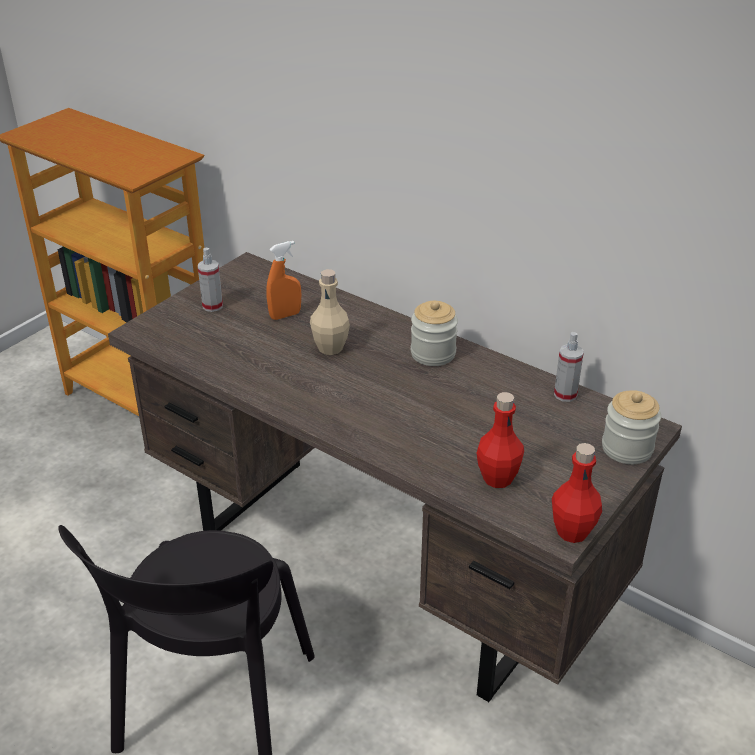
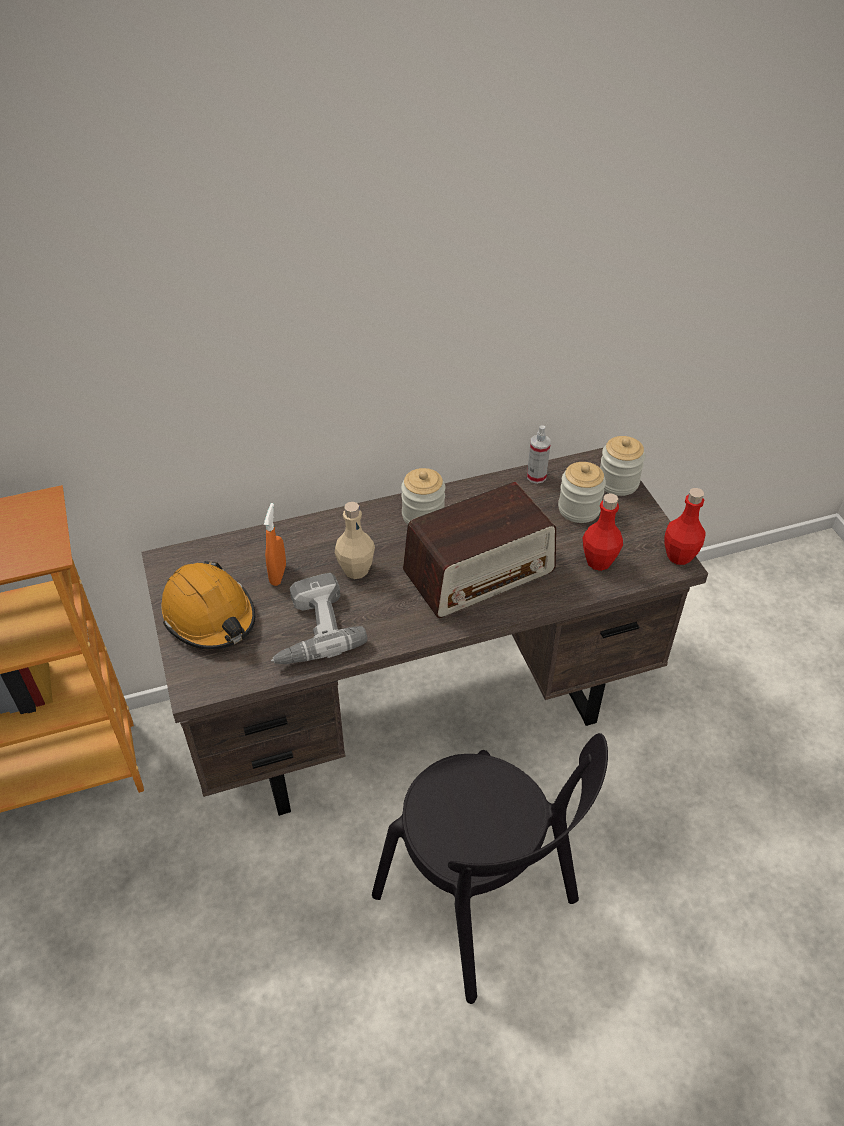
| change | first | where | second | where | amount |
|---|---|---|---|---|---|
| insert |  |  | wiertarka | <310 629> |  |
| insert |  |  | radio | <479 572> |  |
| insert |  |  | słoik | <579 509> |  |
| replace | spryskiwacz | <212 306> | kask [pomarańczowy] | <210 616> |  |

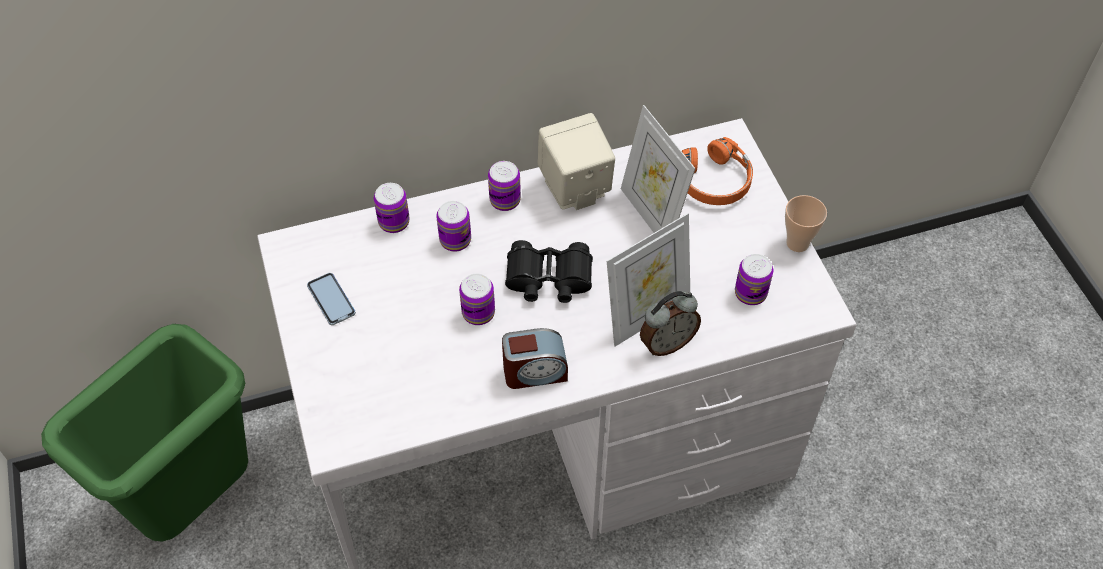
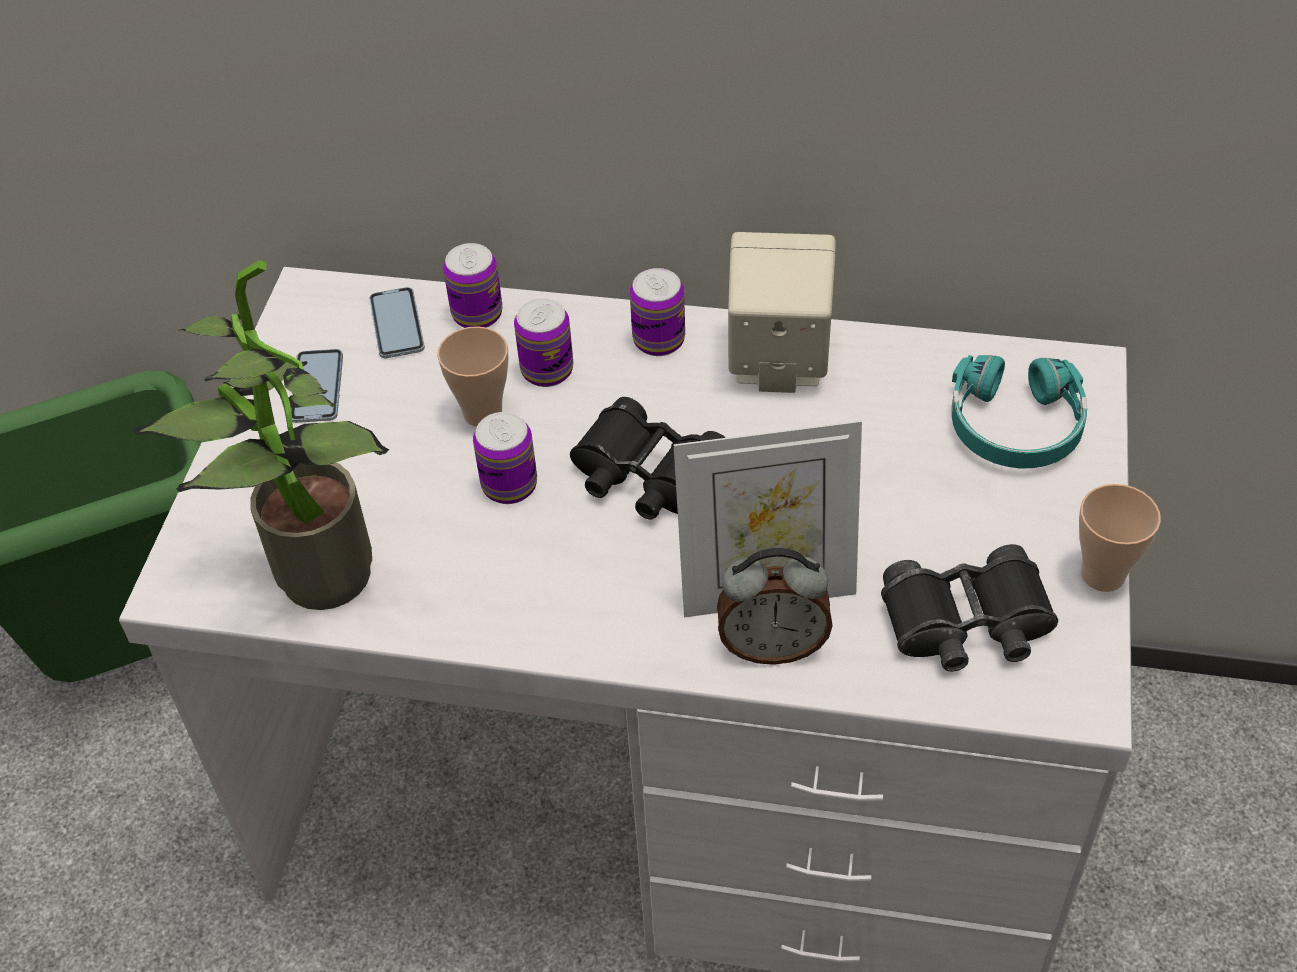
| change | first | where | second | where | amount |
|---|---|---|---|---|---|
| delete | budzik | <535 372> |  |  |  |
| delete | ramka na zdjęcie | <652 215> |  |  |  |
| insert |  |  | roślina doniczkowa | <312 582> |  |
| insert |  |  | telefon | <397 324> |  |
| insert |  |  | filiżanka | <482 413> |  |
| replace | puszka | <750 293> | lornetka [czarny] | <967 623> |  |
| recolor | słuchawki [pomarańczowy] | <714 181> | słuchawki [turkusowy] | <1015 426> |  |

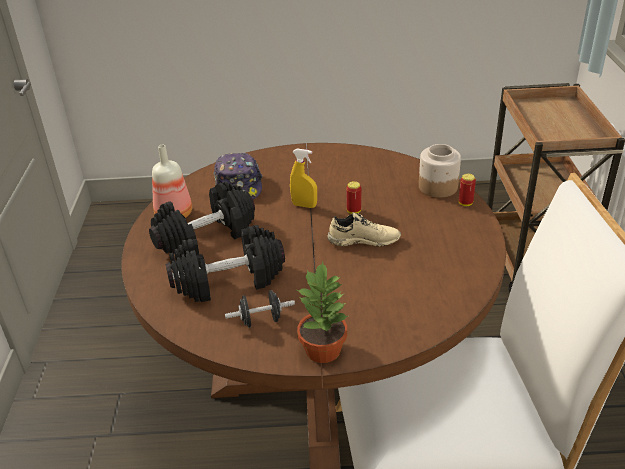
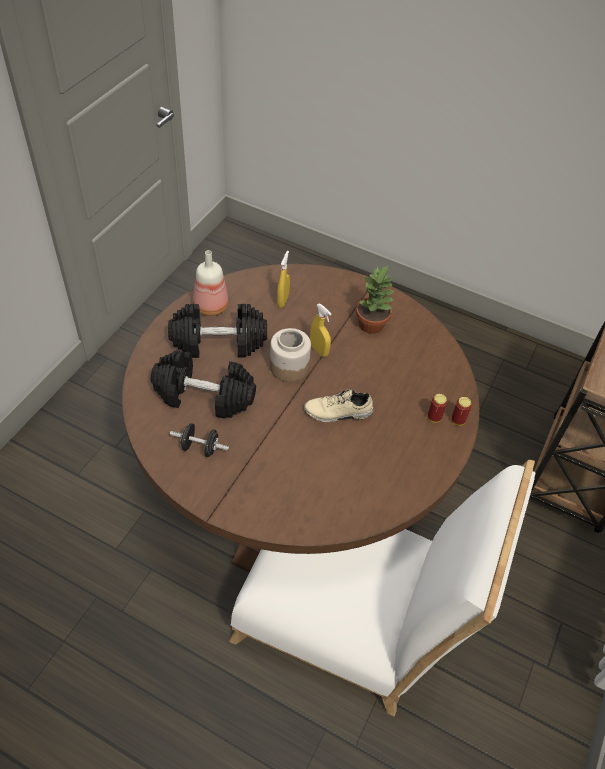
| change | first | where | second | where | amount |
|---|---|---|---|---|---|
| move | roślina doniczkowa | <324 350> |  | <372 324> |  |
| move | puszka | <353 211> |  | <434 417> |  |
| move | słoik | <437 187> |  | <288 367> |  |
| replace | czapka z daszkiem | <239 185> | spryskiwacz [żółty] | <283 301> |  |
| rotate | but [beżowy] | <364 240> |  | <338 413> | 150 degrees clockwise |

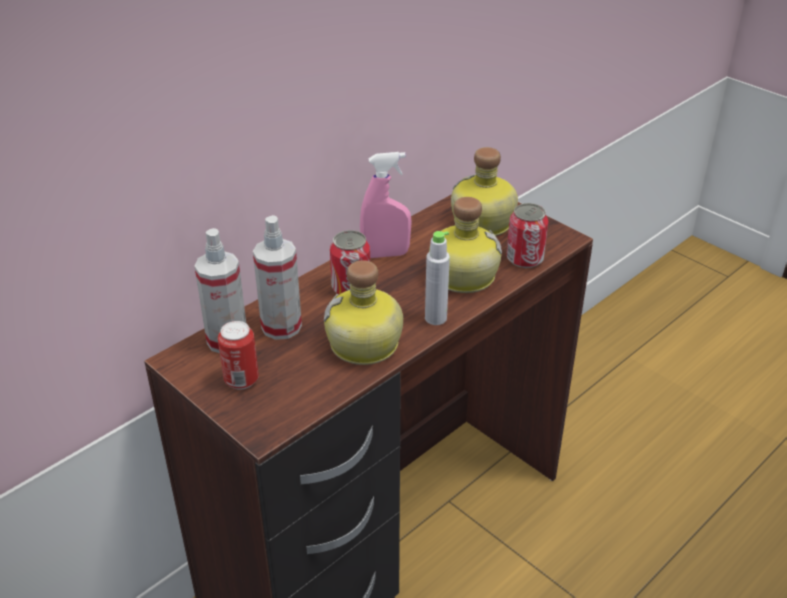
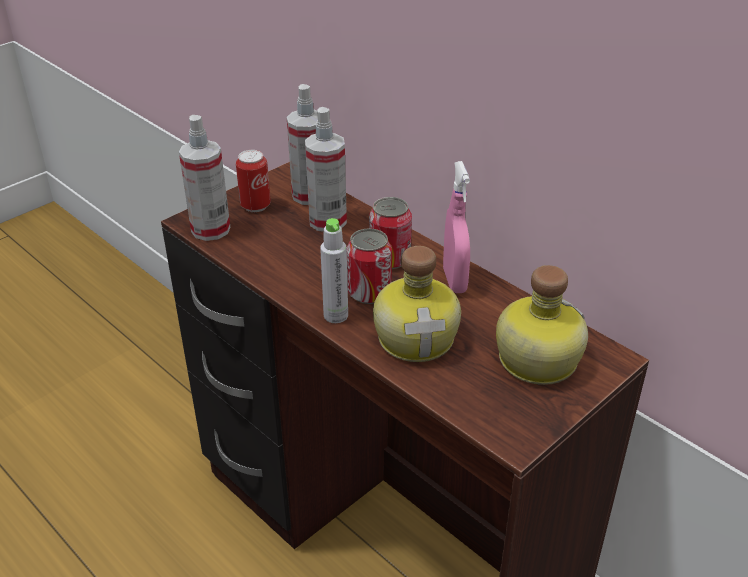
| change | first | where | second | where | amount |
|---|---|---|---|---|---|
| delete | butelka | <365 345> |  |  |  |
| insert |  |  | spryskiwacz | <210 229> |  |
| move | puszka | <524 259> |  | <369 292> |  |

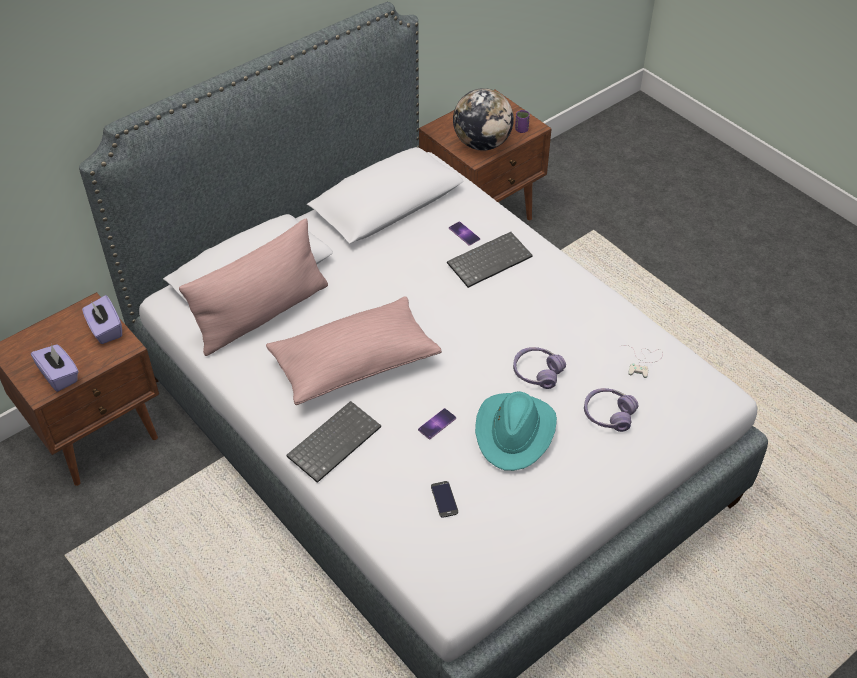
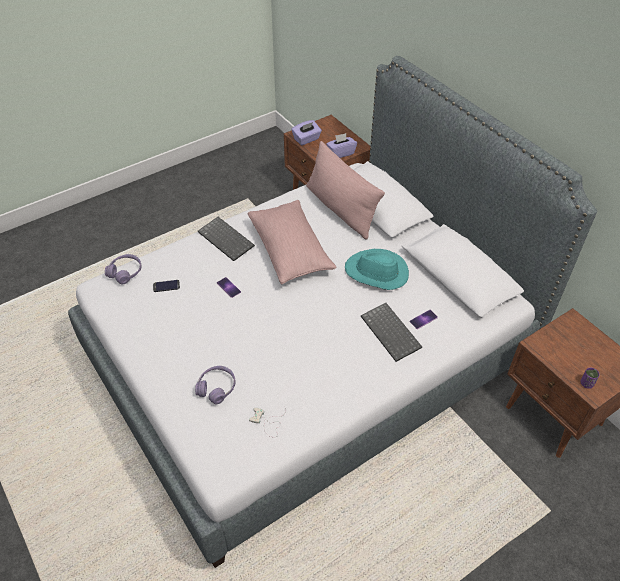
| change | first | where | second | where | amount |
|---|---|---|---|---|---|
| delete | globus | <482 143> |  |  |  |
| move | kapelusz [turkusowy] | <515 432> |  | <376 272> |  |
| move | słuchawki [fioletowy] | <537 372> |  | <125 272> |  |

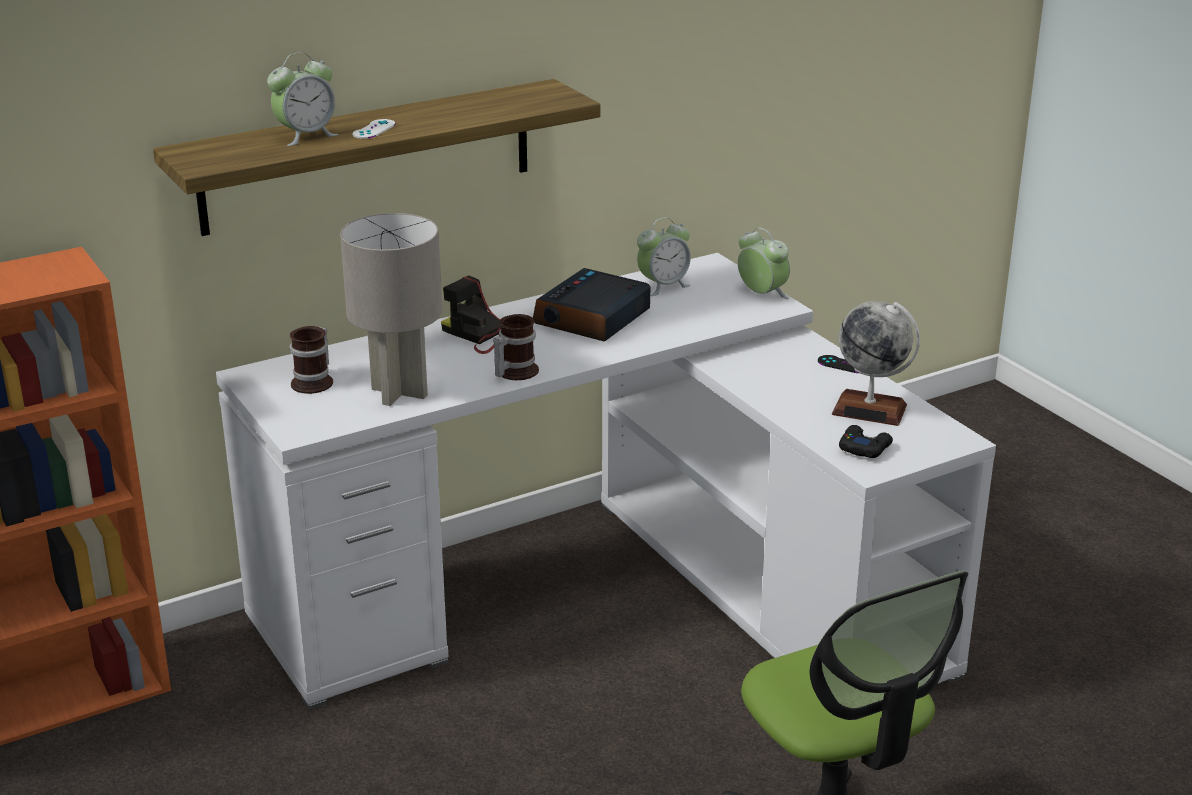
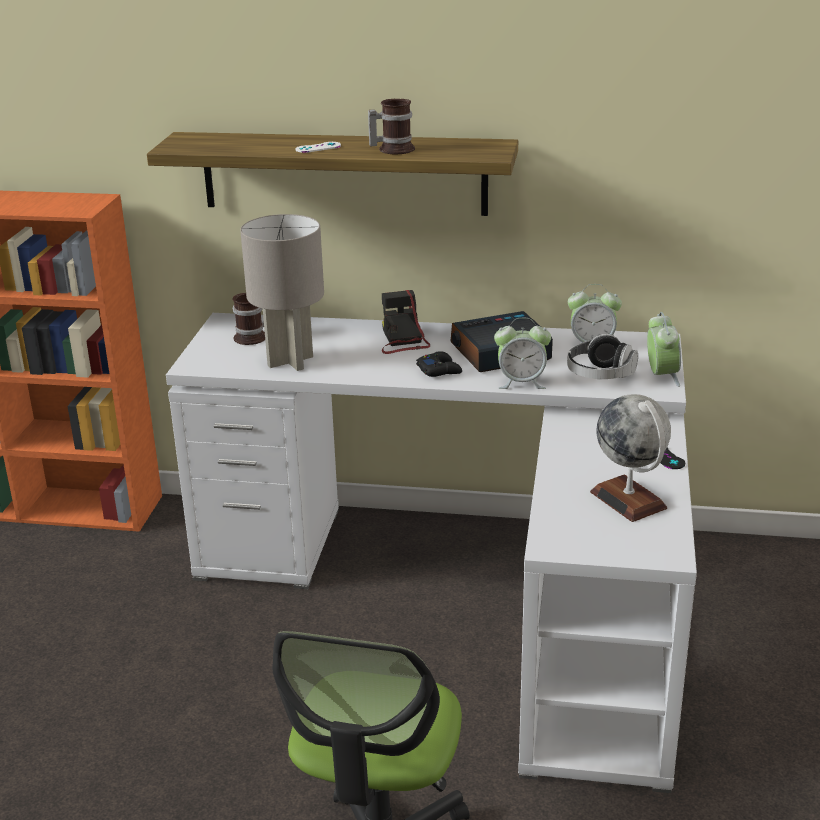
| change | first | where | second | where | amount |
|---|---|---|---|---|---|
| insert |  |  | słuchawki | <600 375> |  |
| move | budzik | <306 136> |  | <521 382> |  |
| move | kubek | <513 372> |  | <392 149> |  |
| move | pad do gier [czarny] | <864 448> |  | <439 370> |  |

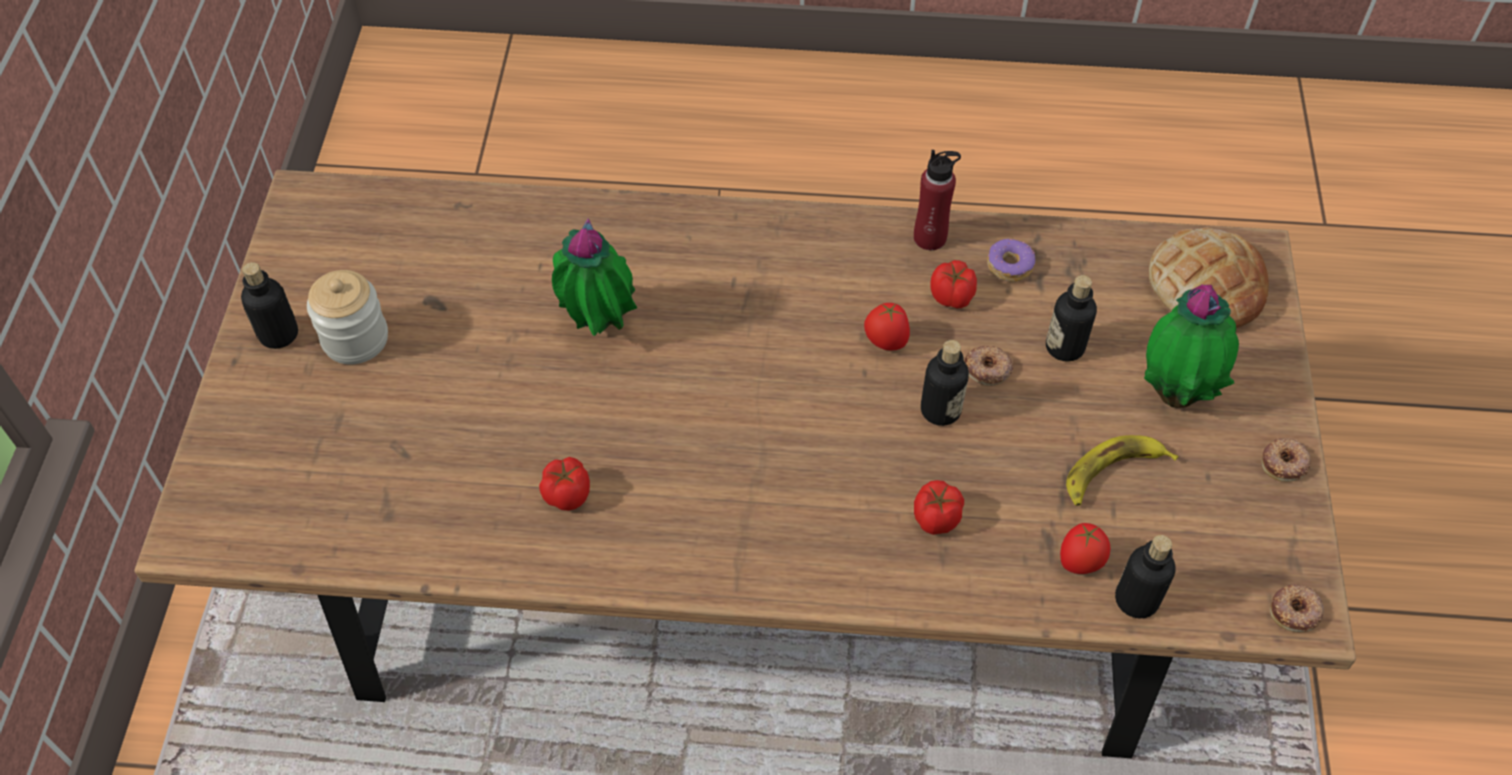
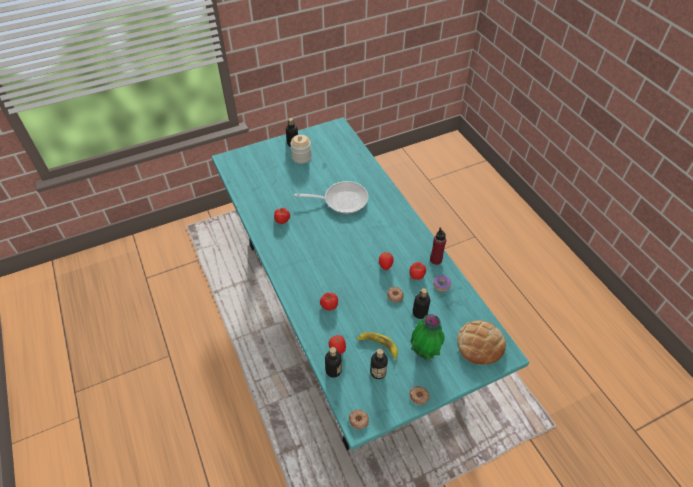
| change | first | where | second | where | amount |
|---|---|---|---|---|---|
| move | butelka | <940 410> |  | <378 372> |  |
| replace | roślina doniczkowa | <598 325> | patelnia | <341 200> |  |
| recolor | stół jadalny [brązowy] | <755 569> | stół jadalny [turkusowy] | <346 313> |  |

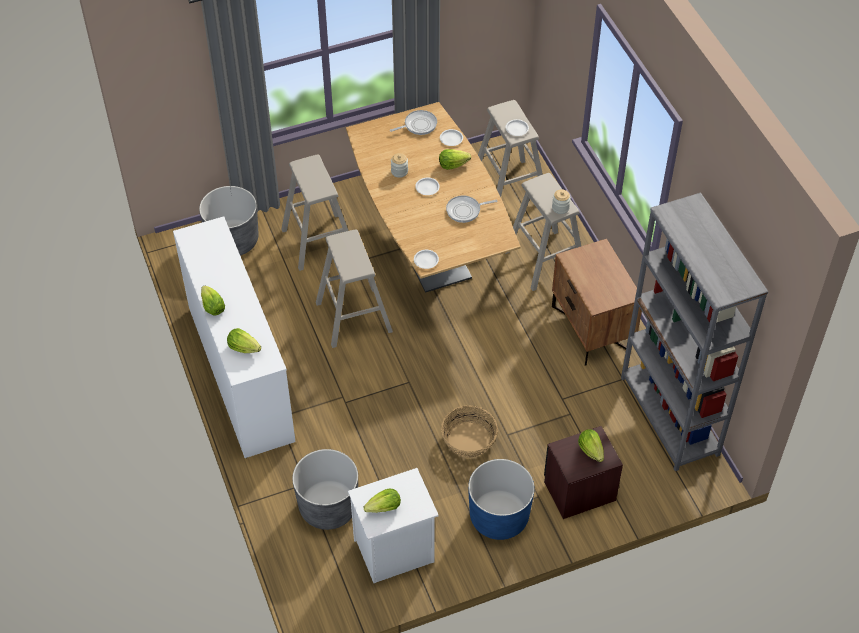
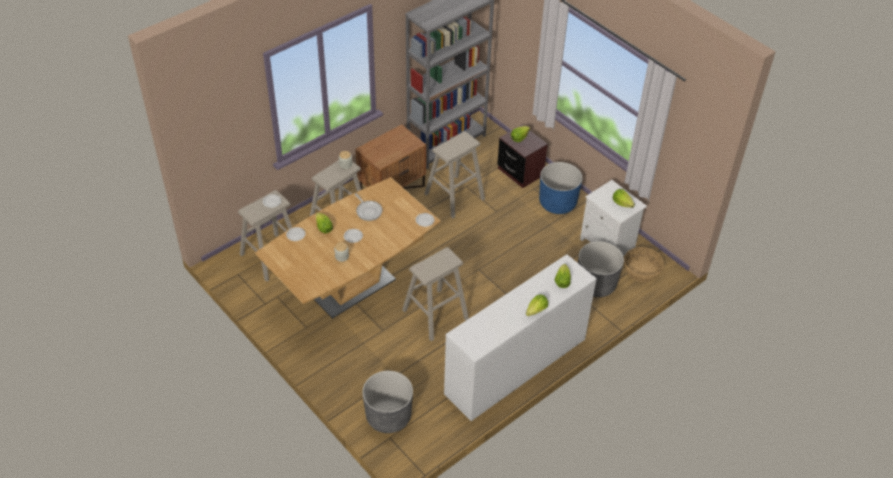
| change | first | where | second | where | amount |
|---|---|---|---|---|---|
| delete | patelnia | <418 125> |  |  |  |
| move | stołek [beżowy] | <318 241> |  | <454 196> |  |
| move | koszyk | <468 440> |  | <642 271> |  |

